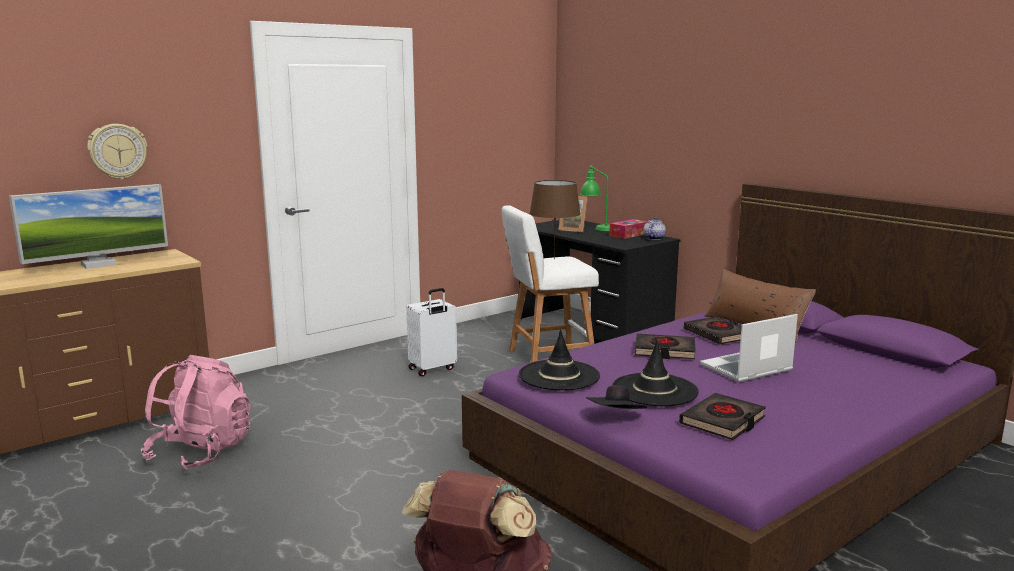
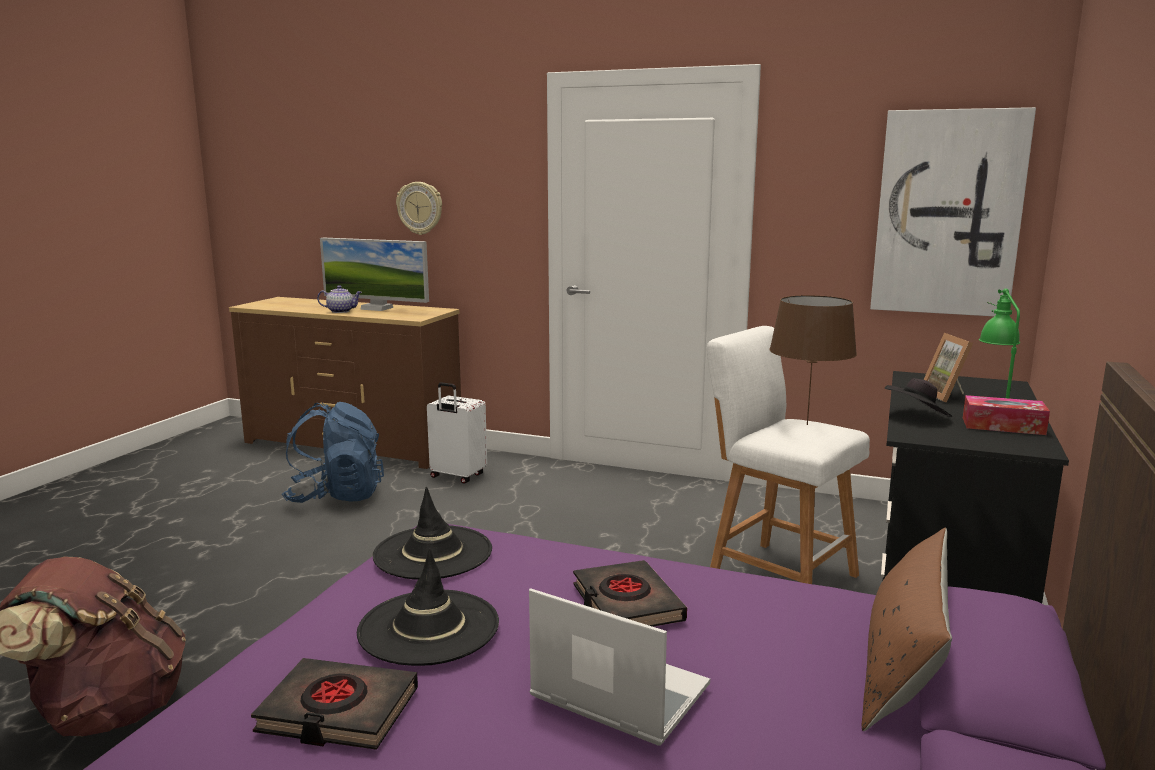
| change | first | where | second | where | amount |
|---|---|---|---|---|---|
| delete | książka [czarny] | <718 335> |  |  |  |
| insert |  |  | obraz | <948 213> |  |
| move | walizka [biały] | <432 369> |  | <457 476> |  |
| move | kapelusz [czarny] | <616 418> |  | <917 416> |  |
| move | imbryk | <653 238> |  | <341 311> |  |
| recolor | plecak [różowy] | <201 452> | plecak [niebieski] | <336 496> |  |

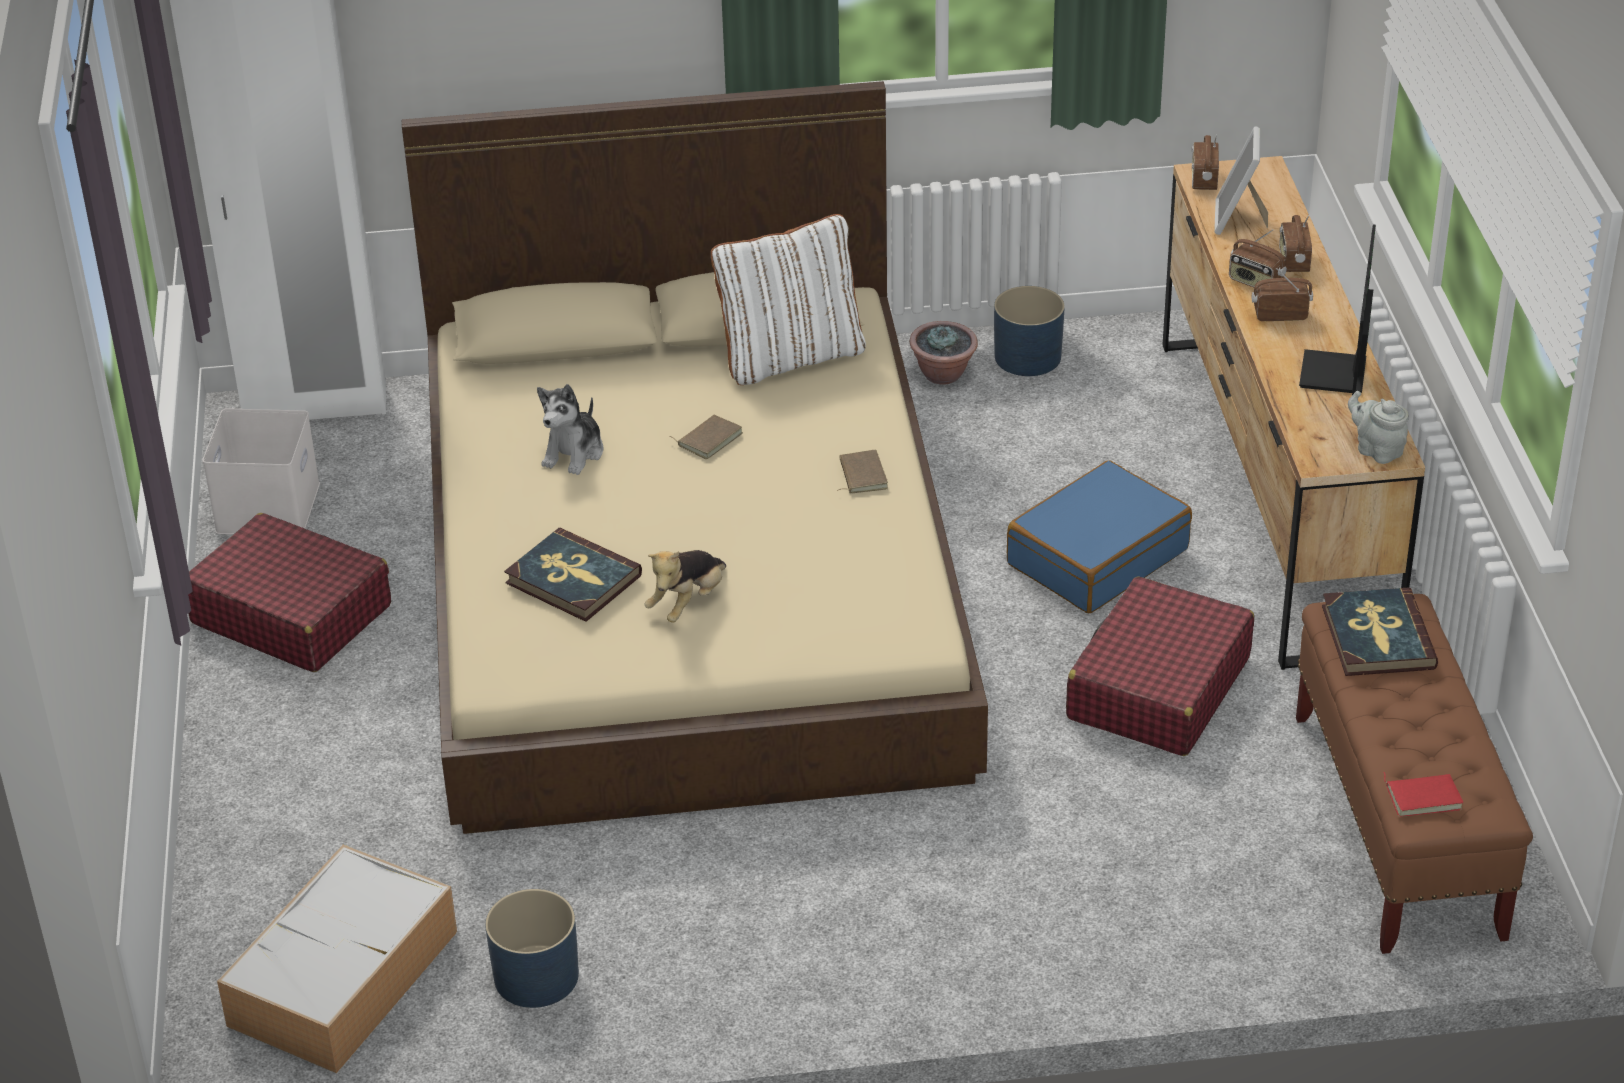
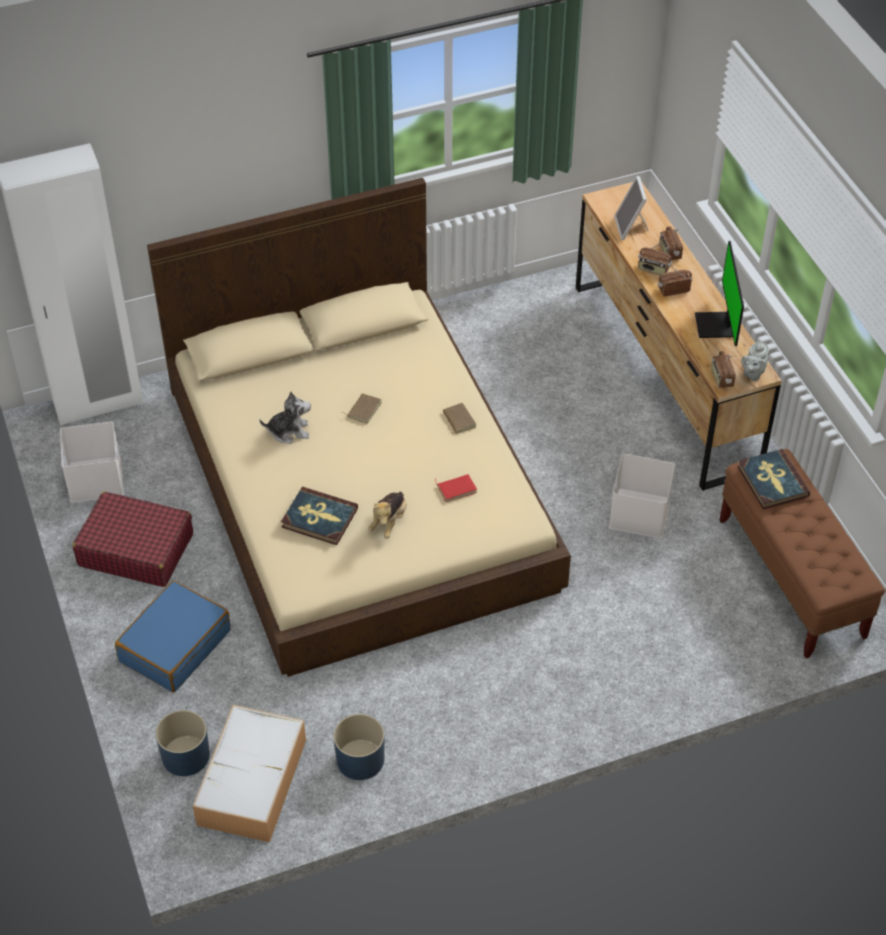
| change | first | where | second | where | amount |
|---|---|---|---|---|---|
| delete | poduszka [biały] | <791 356> |  |  |  |
| delete | roślina doniczkowa | <943 374> |  |  |  |
| move | donica [niebieski] | <1027 357> |  | <185 755> |  |
| move | walizka [niebieski] | <1097 556> |  | <174 645> |  |
| move | radio | <1203 180> |  | <721 378> |  |
| move | książka [czerwony] | <1423 796> |  | <456 488> |  |
| replace | walizka [czerwony] | <1157 688> | pojemnik do przechowywania [biały] | <640 514> |  |
| rotate | pluszak | <574 453> |  | <289 431> | 105 degrees counterclockwise |
| rotate | imbryk [szary] | <1376 450> |  | <752 373> | 90 degrees counterclockwise |

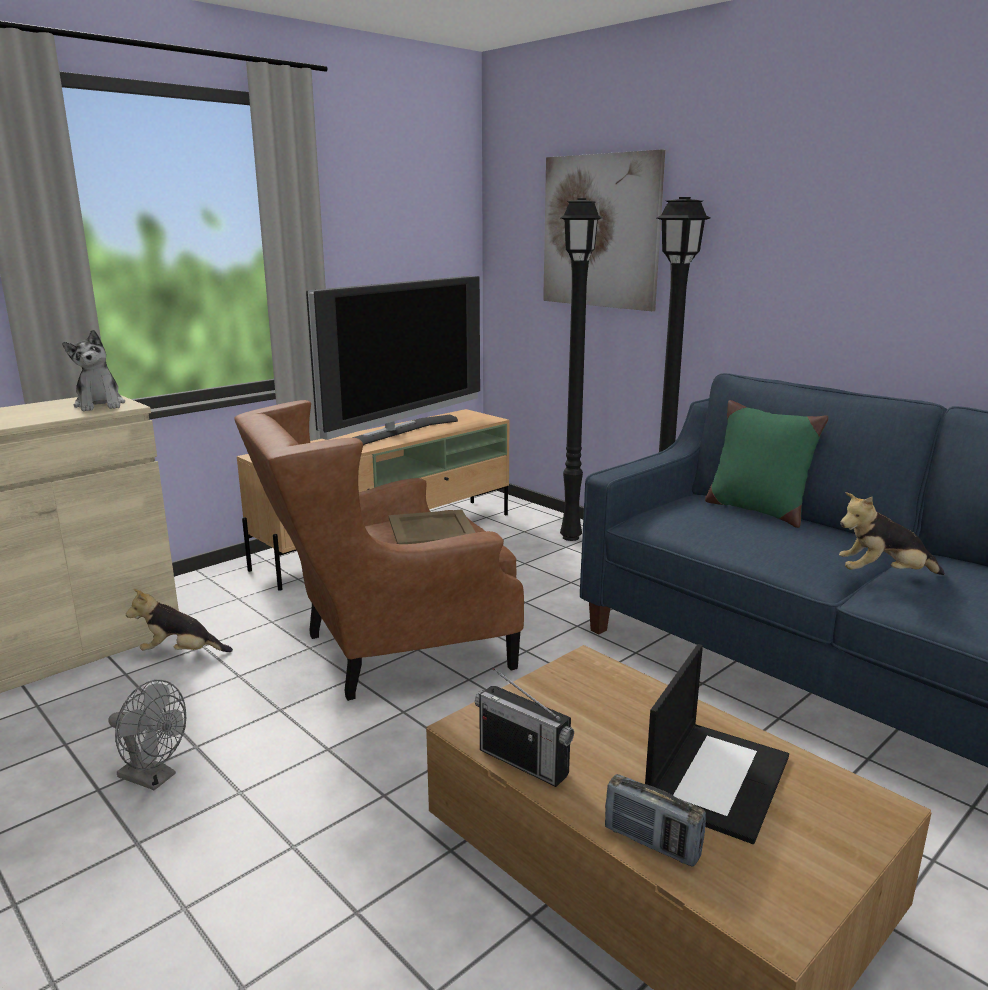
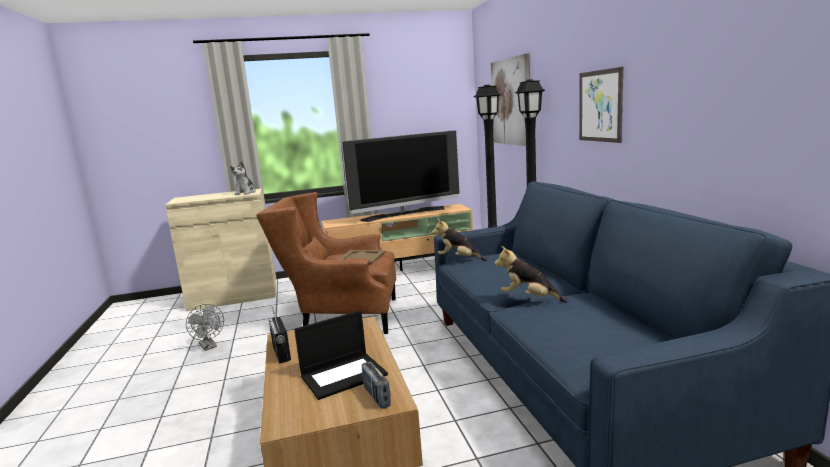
| change | first | where | second | where | amount |
|---|---|---|---|---|---|
| delete | poduszka [zielony] | <756 510> |  |  |  |
| insert |  |  | obraz | <600 106> |  |
| move | pluszak | <181 653> |  | <459 259> |  |
| move | radio | <651 843> |  | <376 397> |  |

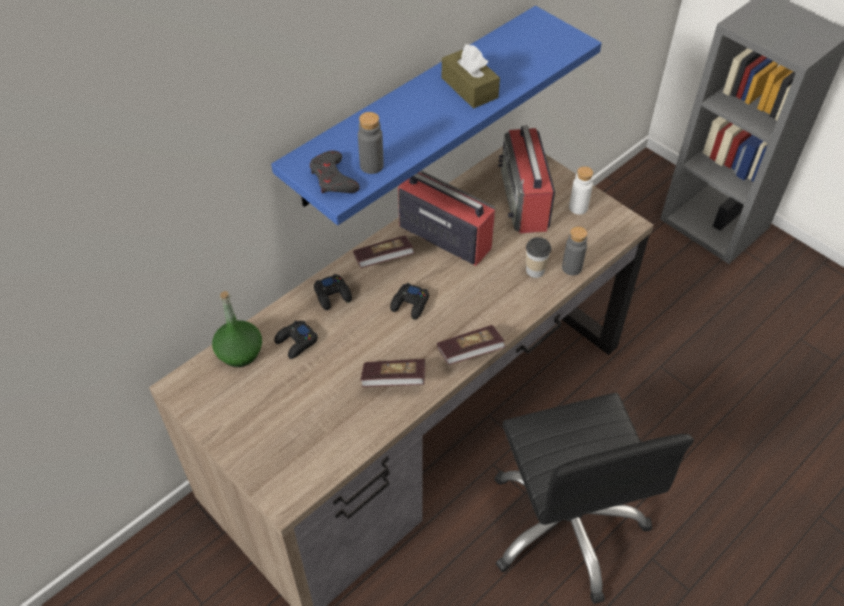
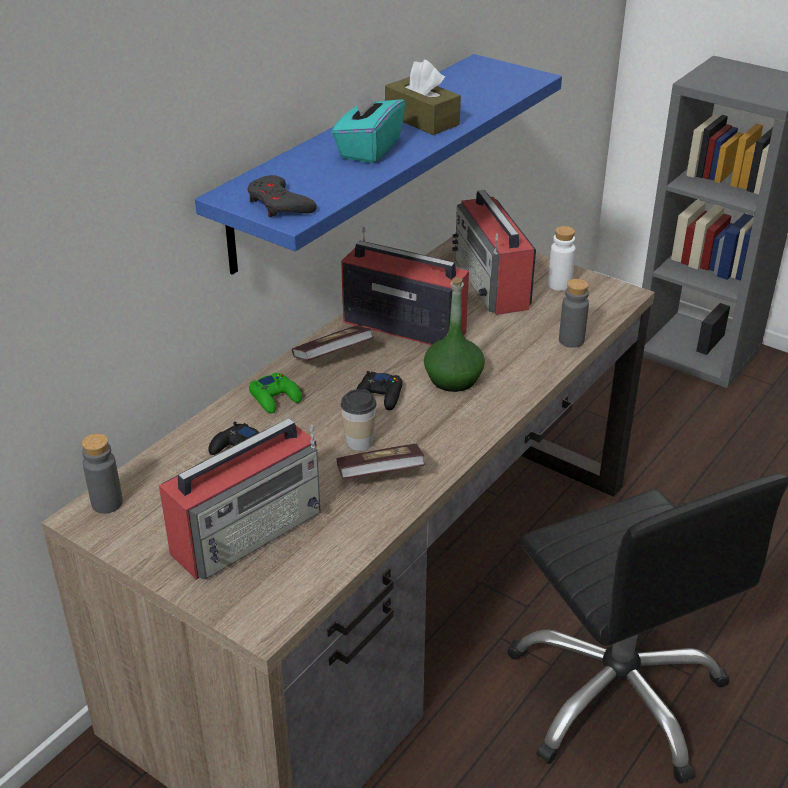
| change | first | where | second | where | amount |
|---|---|---|---|---|---|
| delete | książka | <470 352> |  |  |  |
| insert |  |  | radio | <249 531> |  |
| insert |  |  | pudełko chusteczek [turkusowy] | <368 149> |  |
| move | butelka [zielony] | <239 352> |  | <453 379> |  |
| move | butelka [szary] | <371 166> |  | <107 503> |  |
| move | filiżanka | <535 270> |  | <359 442> |  |
| recolor | pad do gier [czarny] | <333 295> | pad do gier [zielony] | <275 398> |  |

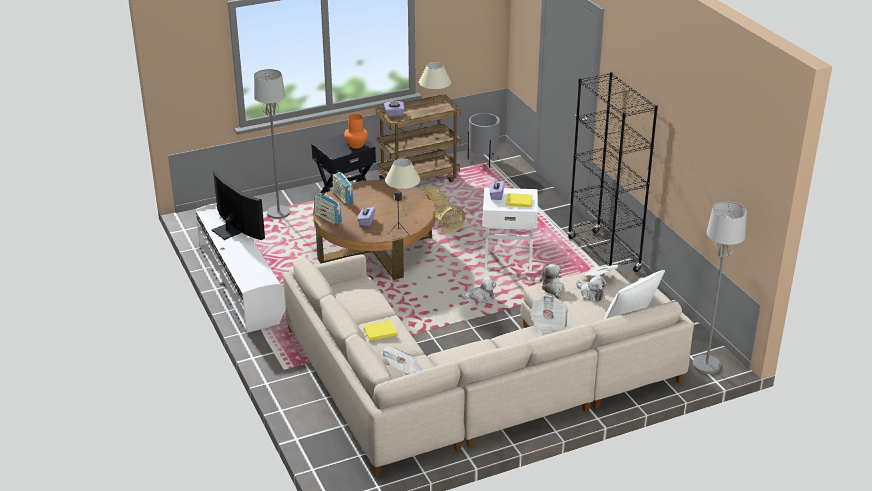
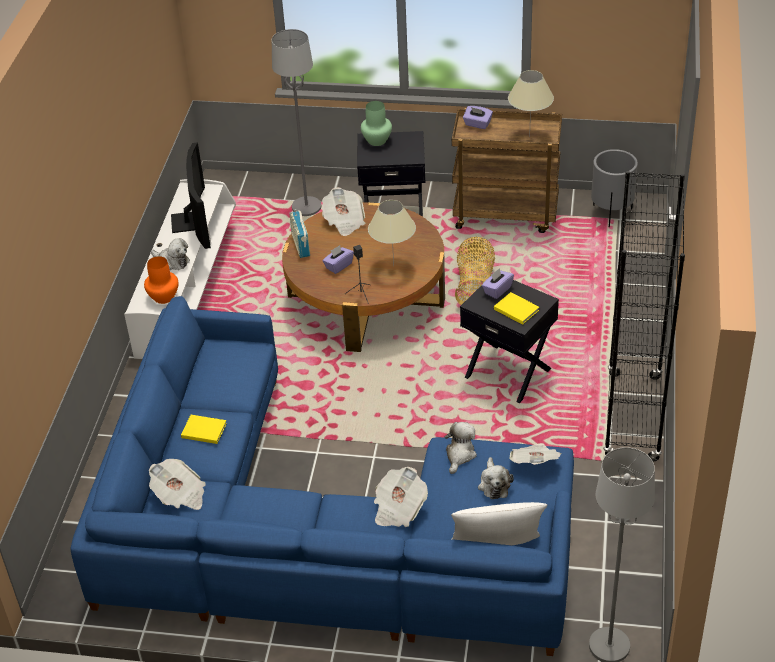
| change | first | where | second | where | amount |
|---|---|---|---|---|---|
| insert |  |  | wazon [zielony] | <376 140> |  |
| move | wazon [pomarańczowy] | <356 145> |  | <164 297> |  |
| move | pluszak | <480 297> |  | <172 261> |  |
| replace | radio | <343 198> | gazeta | <344 221> |  |
| recolor | kanapa [beżowy] | <478 379> | kanapa [niebieski] | <314 533> |  |
| recolor | stolik [biały] | <508 257> | stolik [czarny] | <508 372> |  |

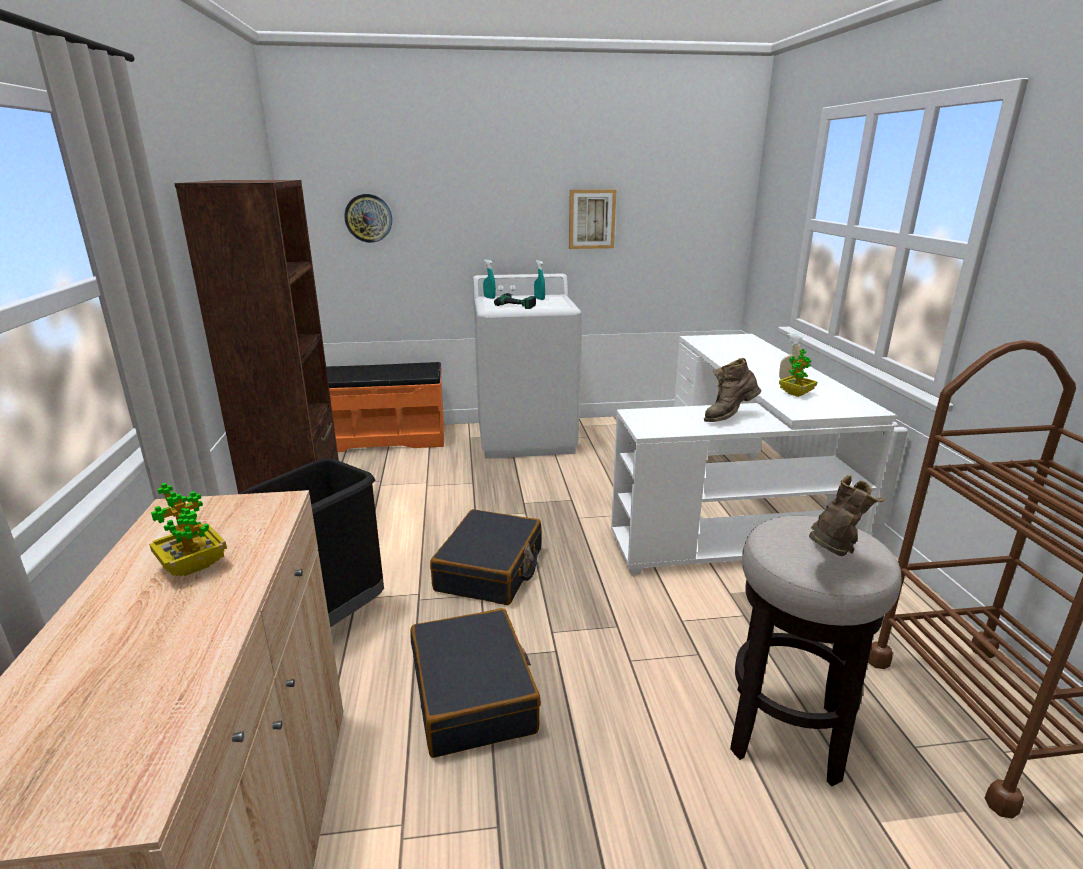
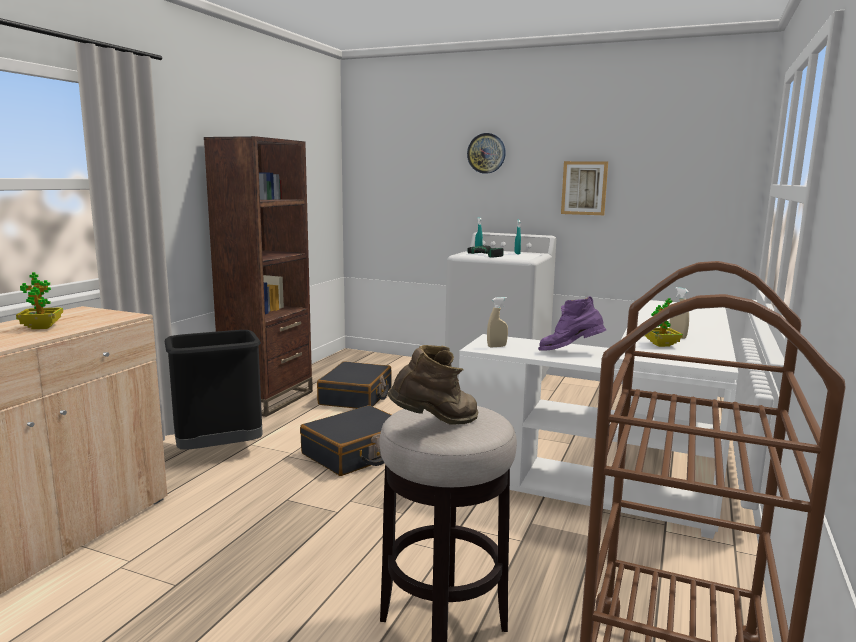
| change | first | where | second | where | amount |
|---|---|---|---|---|---|
| delete | ławka [pomarańczowy] | <380 438> |  |  |  |
| insert |  |  | spryskiwacz [beżowy] | <497 346> |  |
| move | zegar ścienny | <368 218> |  | <486 153> |  |
| move | walizka [czarny] | <473 695> |  | <356 397> |  |
| recolor | but z cholewką [brązowy] | <729 417> | but z cholewką [fioletowy] | <570 352> |  |

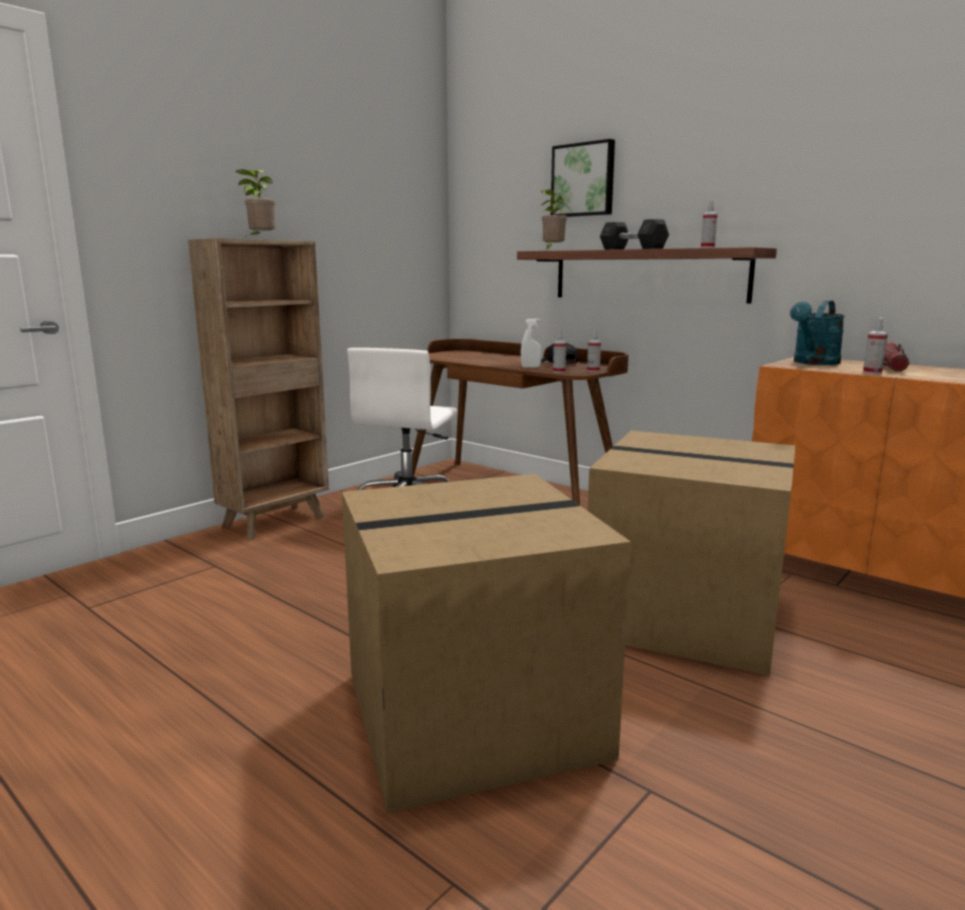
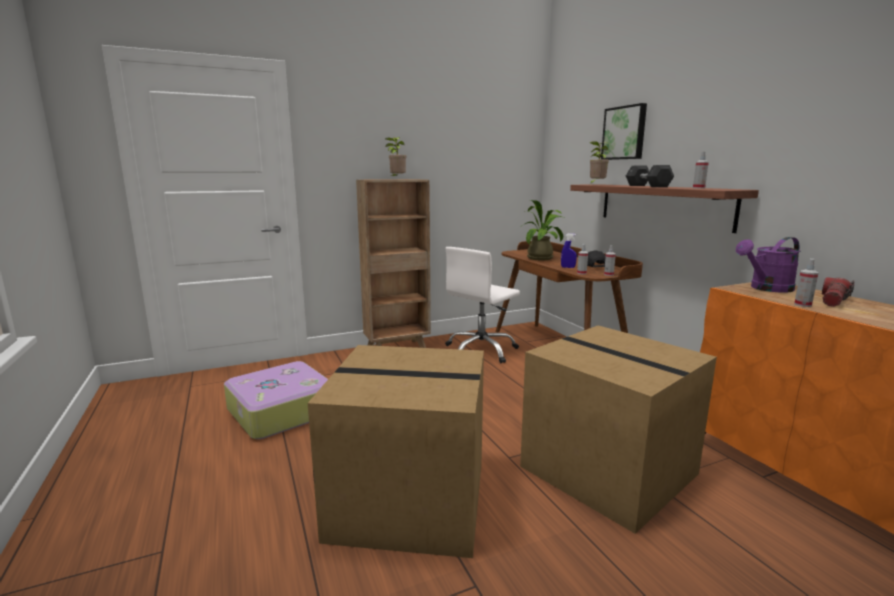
| change | first | where | second | where | amount |
|---|---|---|---|---|---|
| insert |  |  | walizka | <280 411> |  |
| insert |  |  | roślina doniczkowa | <542 258> |  |
| recolor | spryskiwacz [biały] | <531 367> | spryskiwacz [niebieski] | <568 267> |  |
| recolor | konewka [turkusowy] | <813 363> | konewka [fioletowy] | <766 289> |  |

